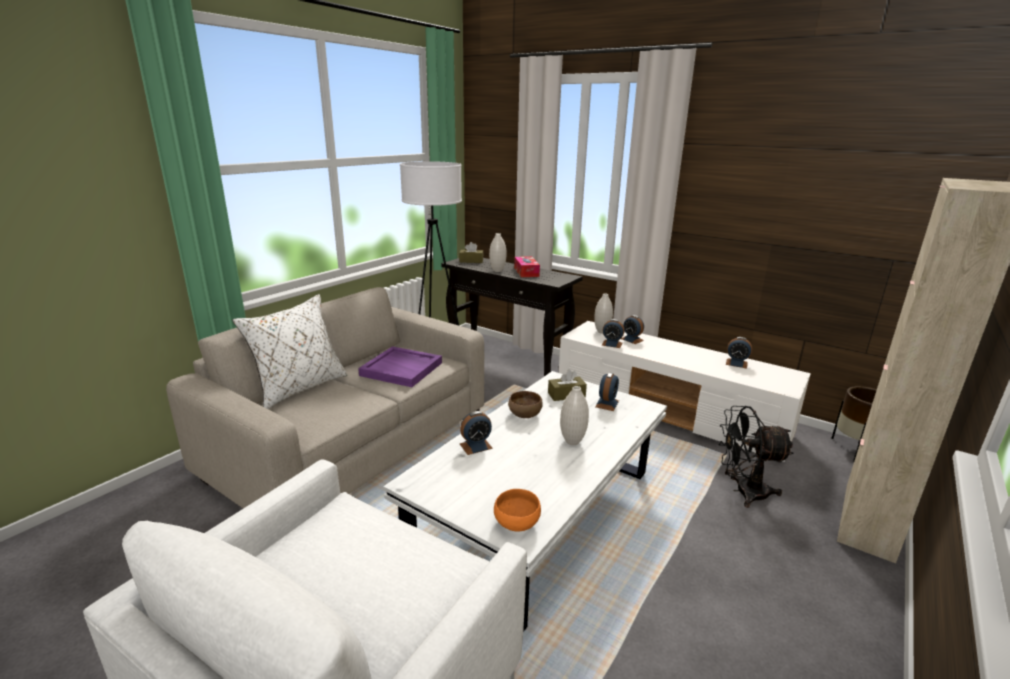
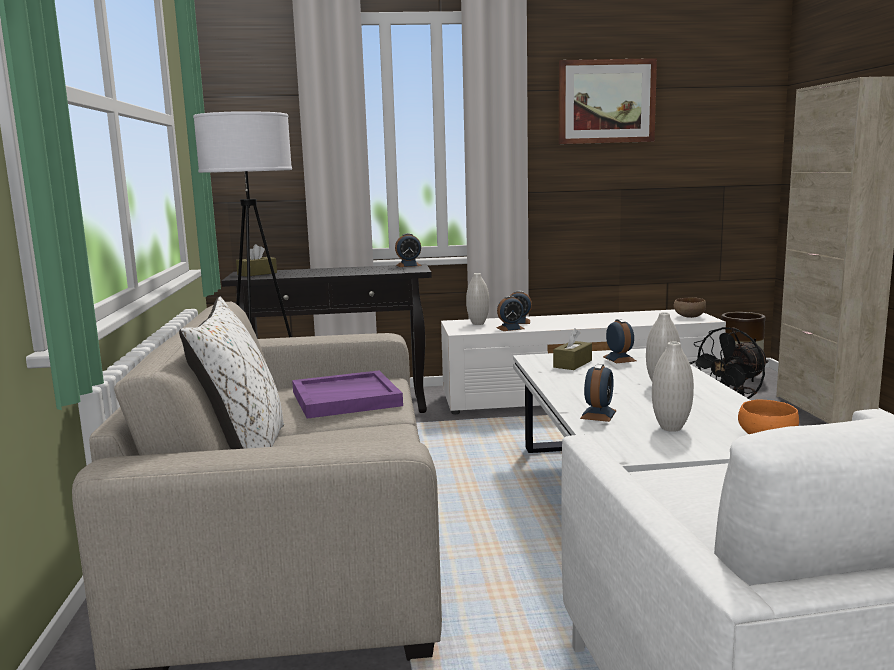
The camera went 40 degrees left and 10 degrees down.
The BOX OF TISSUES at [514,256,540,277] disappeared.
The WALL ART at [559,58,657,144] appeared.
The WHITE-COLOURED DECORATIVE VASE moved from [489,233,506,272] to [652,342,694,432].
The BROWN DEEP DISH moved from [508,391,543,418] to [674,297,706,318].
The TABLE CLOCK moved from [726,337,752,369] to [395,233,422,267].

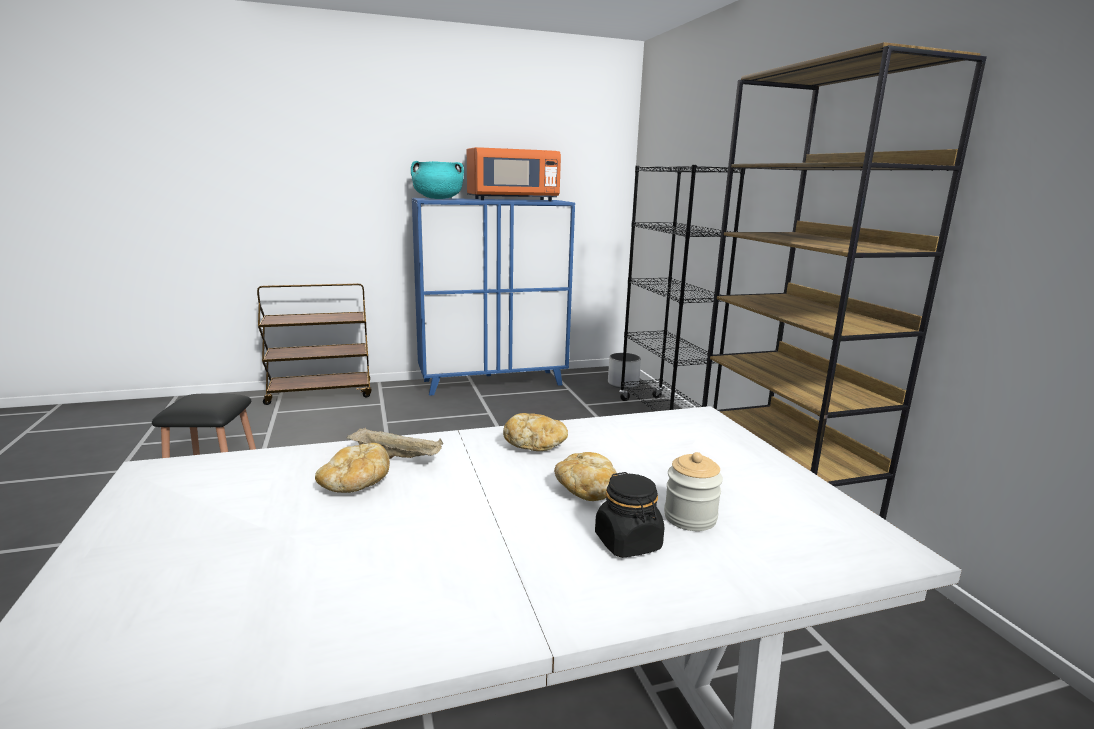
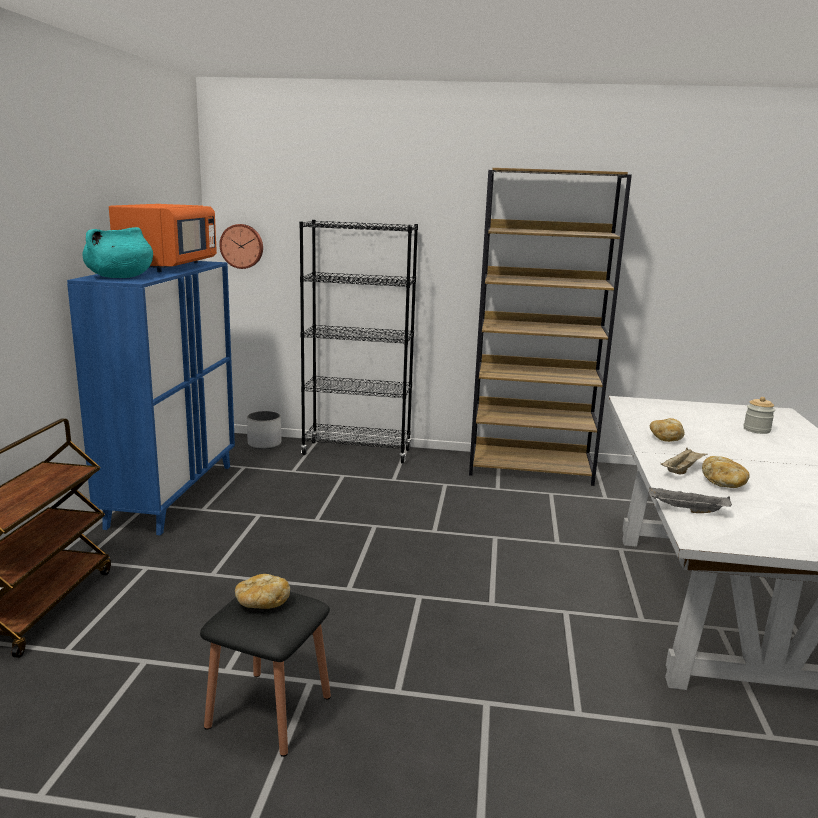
The camera went 65 degrees left and 0 degrees up.
The BLACKISH PRESERVE JAR at [595,472,664,558] disappeared.
The HANGING CLOCK at [219,224,263,269] appeared.
The GRAY SERVING TRAY at [649,487,732,513] appeared.
The BAKED BREAD moved from [554,452,617,501] to [235,574,290,609].

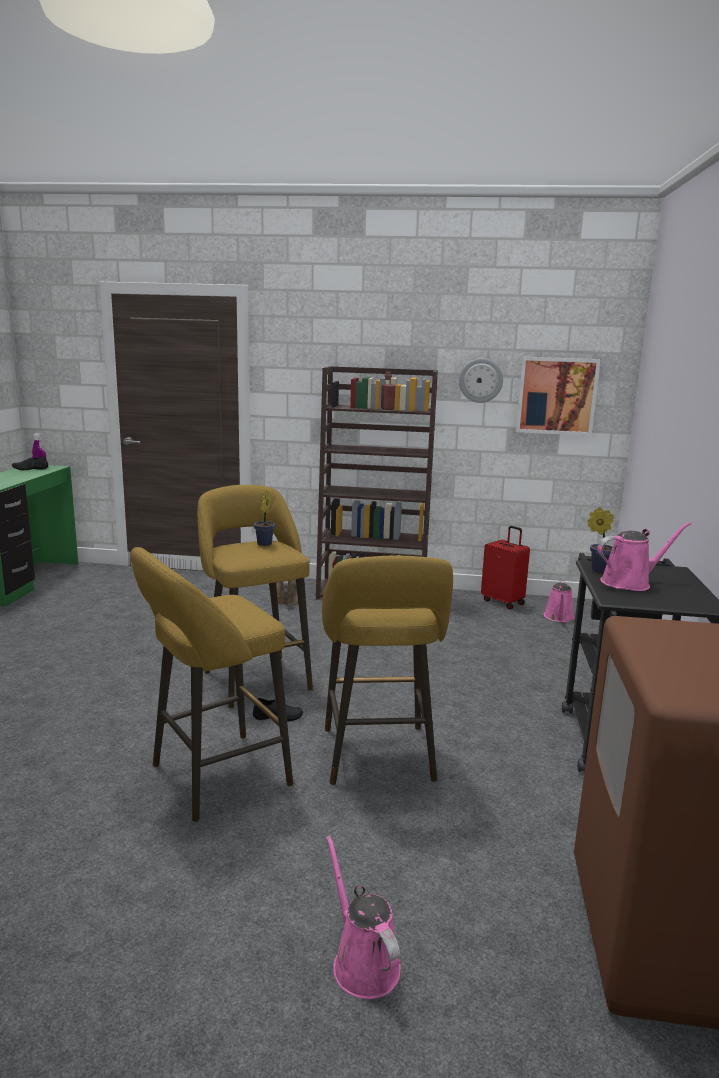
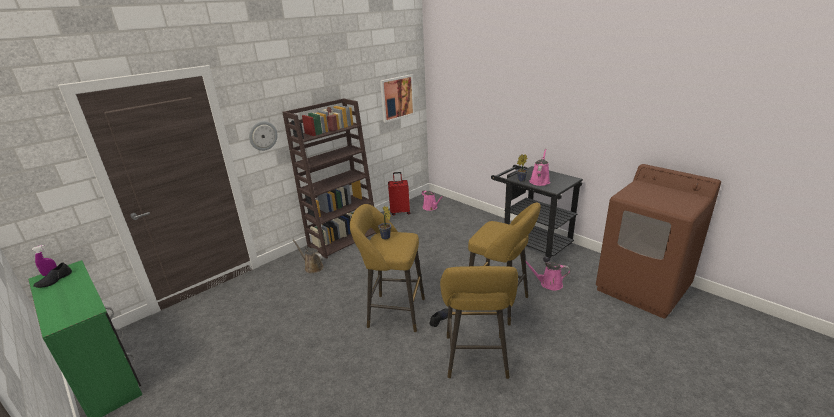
The camera went 50 degrees left and 10 degrees up.
The PINKISH WATERING POT moved from [326,835,401,999] to [526,261,570,291].
The HANGING CLOCK moved from [459,358,503,403] to [249,121,278,151].

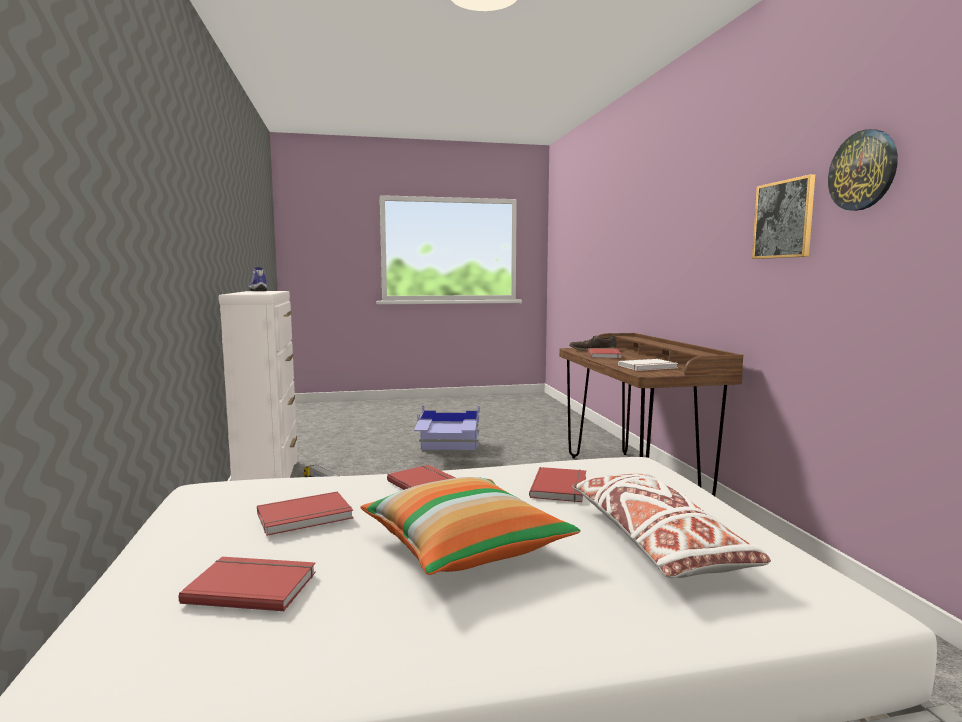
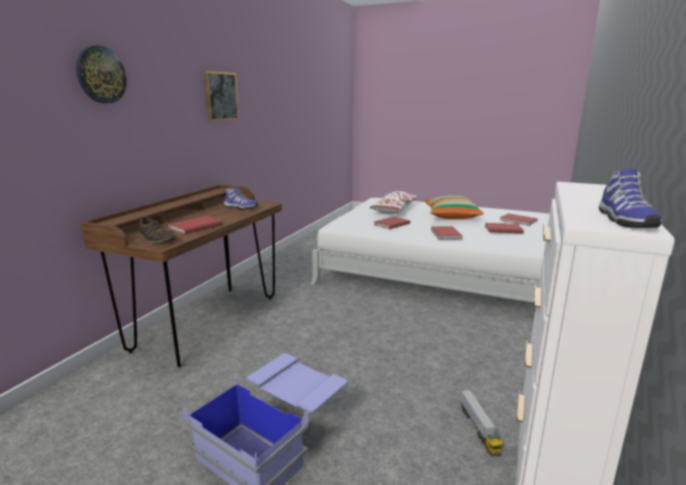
The camera went 145 degrees left and 10 degrees up.
The HANGING CLOCK moved from [828,129,898,211] to [76,46,127,103].
The WHITE-COLOURED BOUND BOOK at [618,359,678,371] was replaced by the LOW SHOE at [224,187,258,210].

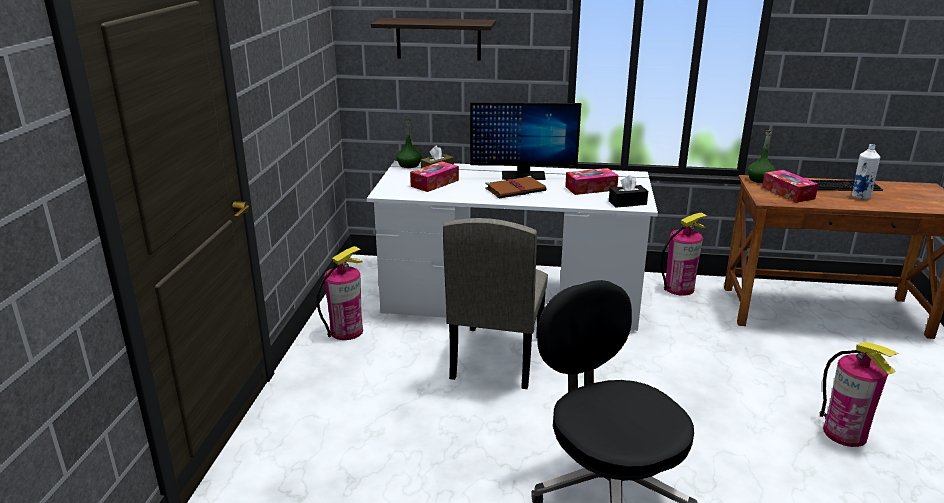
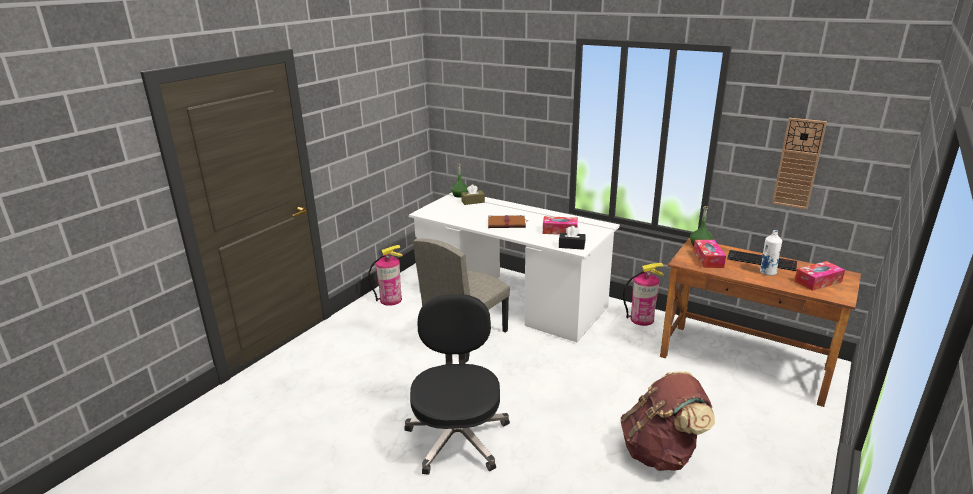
The camera went 25 degrees right and 0 degrees up.
The WALL SHELF at [371,18,496,61] disappeared.
The COMPUTER SCREEN at [470,102,581,180] disappeared.
The HANGING CLOCK at [772,118,827,209] appeared.
The BOX OF TISSUES moved from [410,161,459,192] to [794,261,845,291].
The FIRE EXTINGUISHER at [820,342,898,447] was replaced by the BROWN BACKPACK at [620,371,715,471].

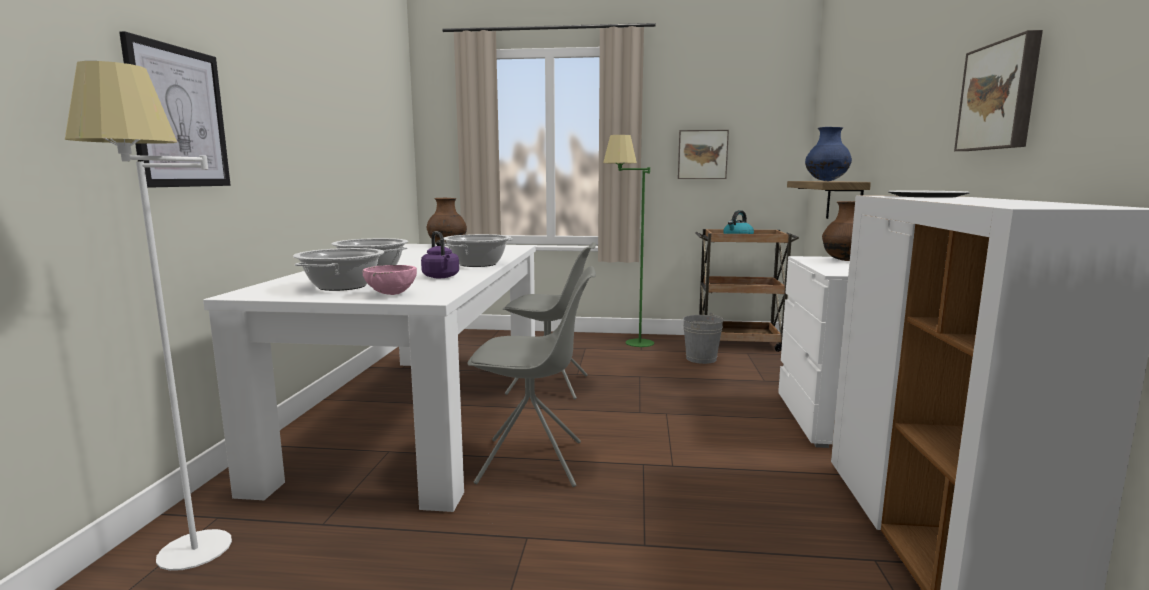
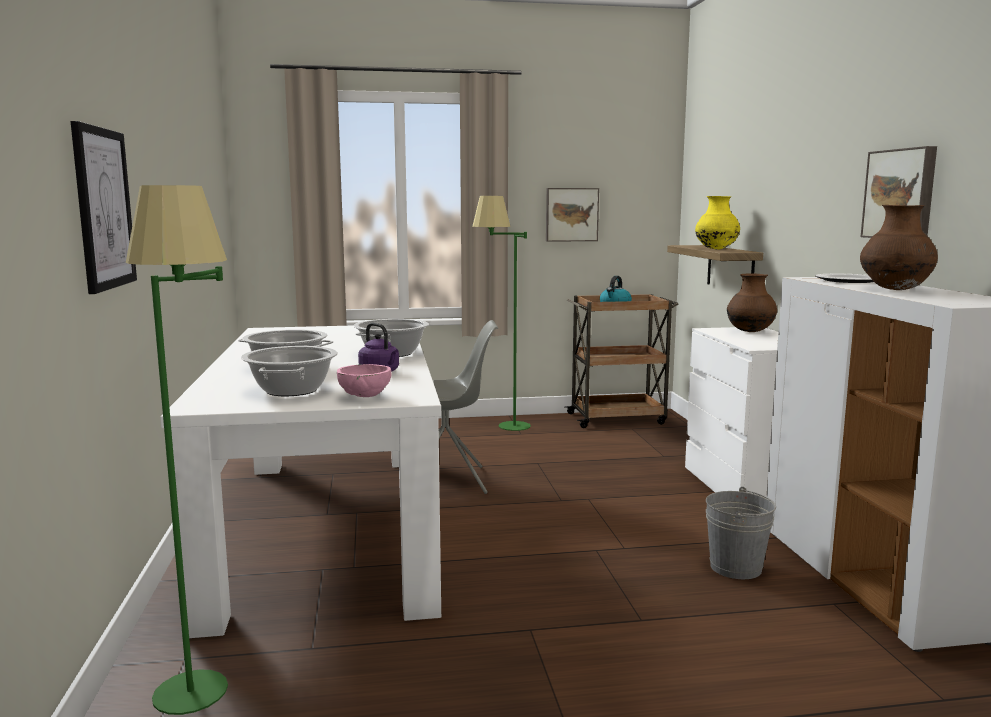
The camera went 15 degrees left and 0 degrees up.
The GRAY PLAIN CHAIR at [467,266,596,487] disappeared.
The BROWN DECORATIVE VASE moved from [427,198,467,243] to [860,205,938,290].
The GRAY WATER BUCKET moved from [683,313,724,364] to [706,486,776,579].
The WHITE-COLOURED FLOOR LAMP at [65,61,232,571] became the GREEN FLOOR LAMP at [126,185,228,715].
The BLUE-COLOURED DECORATIVE VASE at [805,127,852,181] became the YELLOW DECORATIVE VASE at [695,196,740,250].

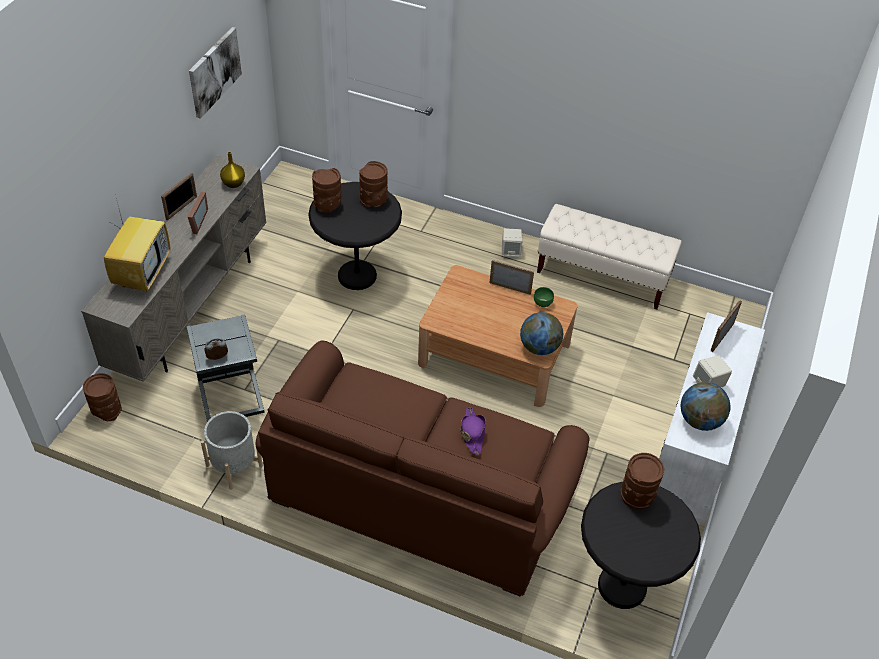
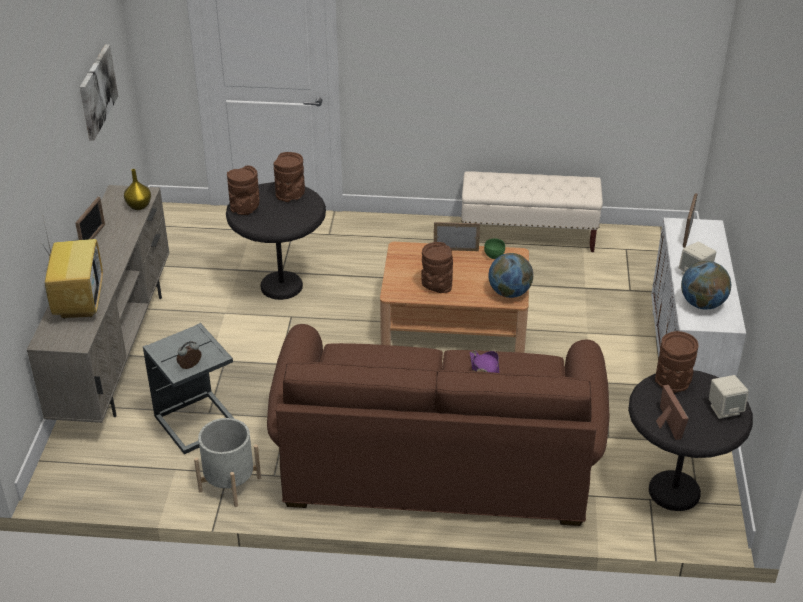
The camera went 15 degrees left and 10 degrees down.
The BROWN DECORATIVE VASE moved from [83,373,122,421] to [422,242,453,293].
The STANDING FRAME moved from [188,192,208,234] to [656,385,689,440].
The BEIGE SPEAKER moved from [502,228,522,257] to [709,375,749,419].

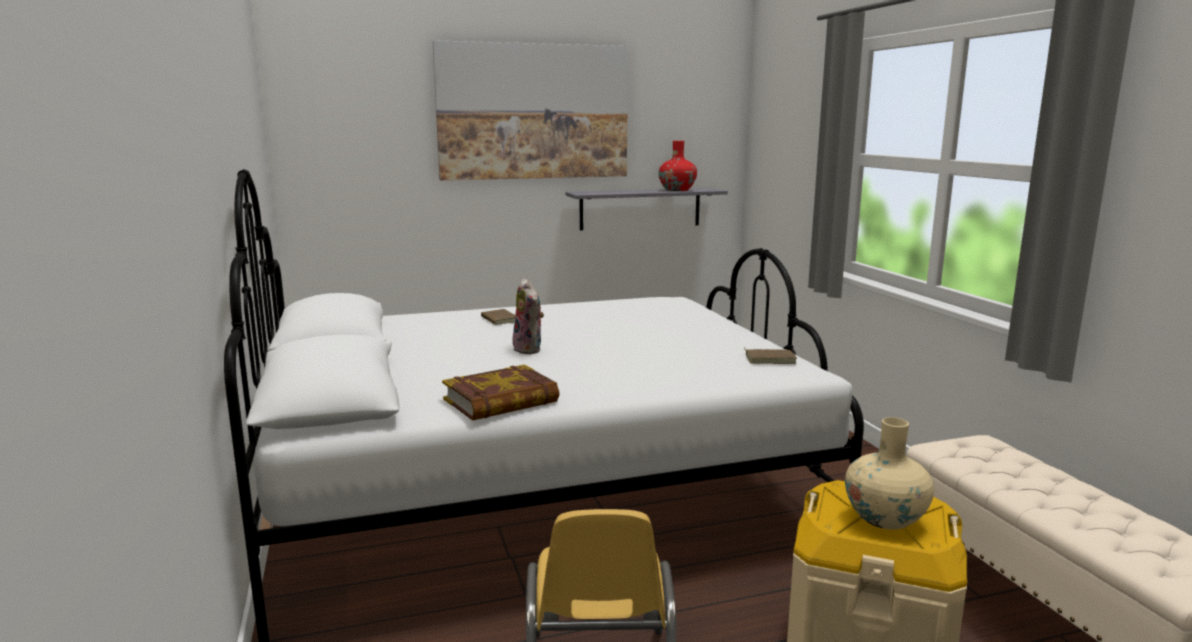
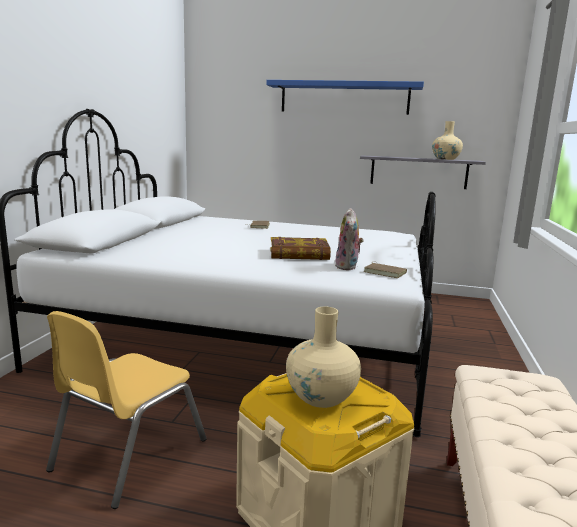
The camera went 30 degrees right and 0 degrees up.
The BOUND BOOK moved from [442,364,559,421] to [271,237,331,260].
The SOFT TOY moved from [513,278,544,354] to [335,208,364,270].
The WALL ART at [433,40,628,180] was replaced by the BLUE-COLOURED WALL SHELF at [266,80,424,115].
The RED DECORATIVE VASE at [658,141,697,191] became the BEIGE DECORATIVE VASE at [432,121,463,160].

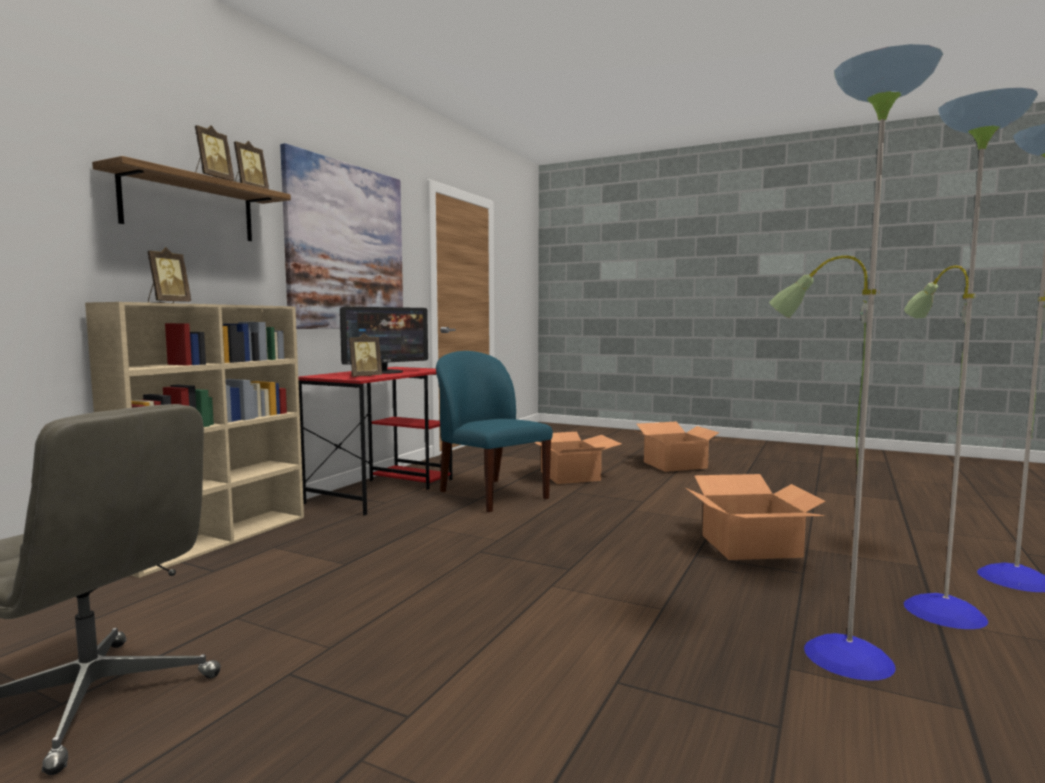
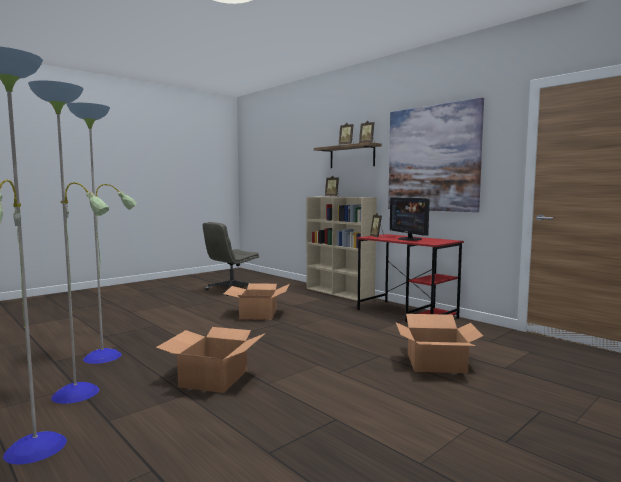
The camera went 110 degrees right and 0 degrees up.
The BLUE-COLOURED PLAIN CHAIR at [436,351,553,512] disappeared.
The CARTON moved from [633,422,720,472] to [224,283,290,320].

